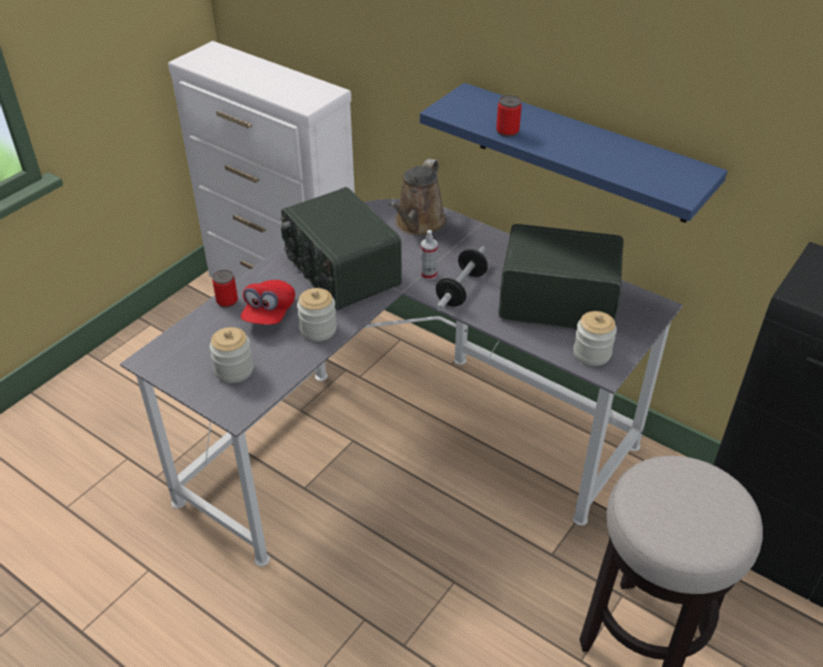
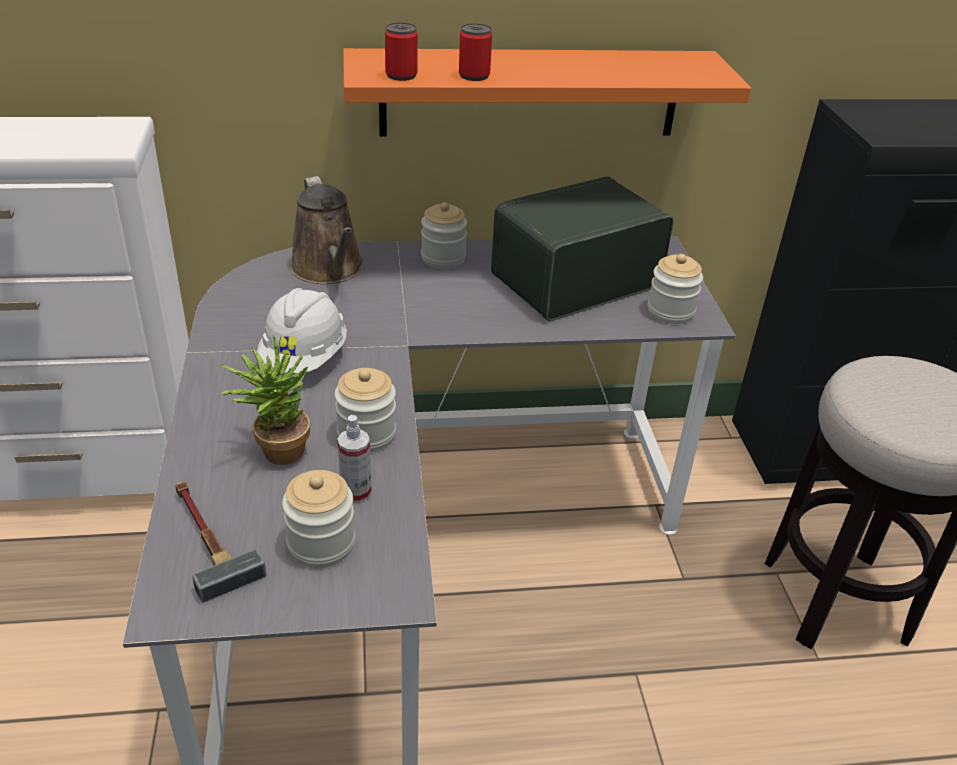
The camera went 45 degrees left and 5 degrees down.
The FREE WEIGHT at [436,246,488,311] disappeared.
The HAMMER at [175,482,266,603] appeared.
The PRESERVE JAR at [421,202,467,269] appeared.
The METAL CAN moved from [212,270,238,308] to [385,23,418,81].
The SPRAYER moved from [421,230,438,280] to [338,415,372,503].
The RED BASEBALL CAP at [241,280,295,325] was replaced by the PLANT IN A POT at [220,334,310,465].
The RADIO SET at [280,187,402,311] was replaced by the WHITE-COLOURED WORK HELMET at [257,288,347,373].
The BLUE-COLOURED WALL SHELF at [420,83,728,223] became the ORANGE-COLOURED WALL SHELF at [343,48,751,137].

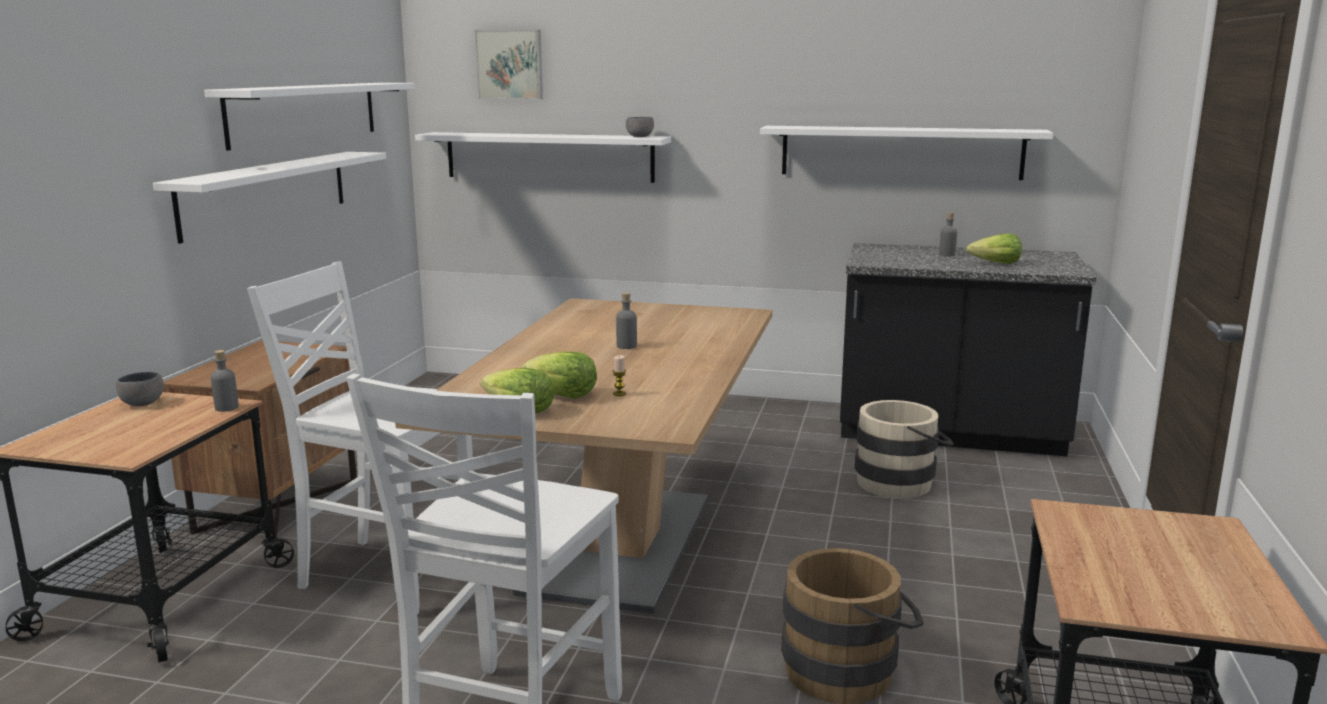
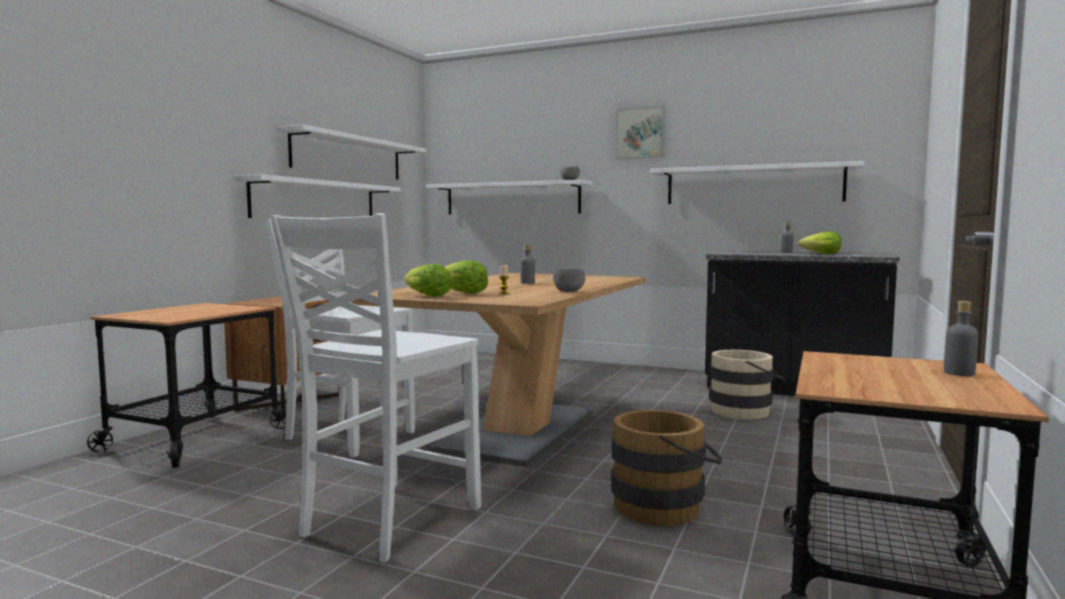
The camera went 10 degrees right and 10 degrees down.
The GRAY DEEP DISH moved from [116,372,164,406] to [553,269,585,292].
The GRAY BEVERAGE BOTTLE moved from [211,350,239,412] to [944,301,979,376].
The WALL ART moved from [475,30,543,99] to [616,106,665,159].

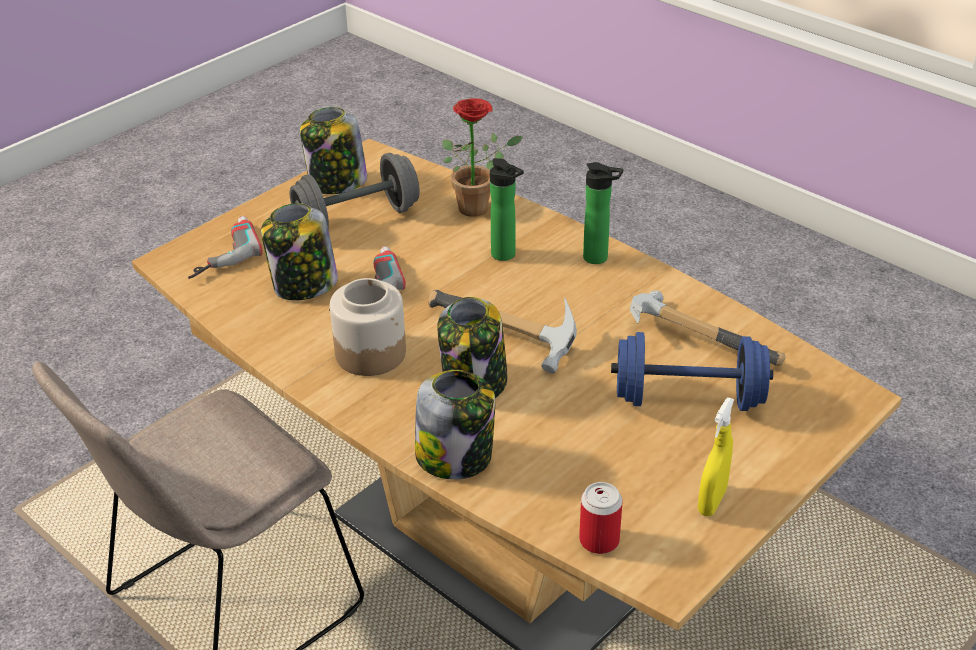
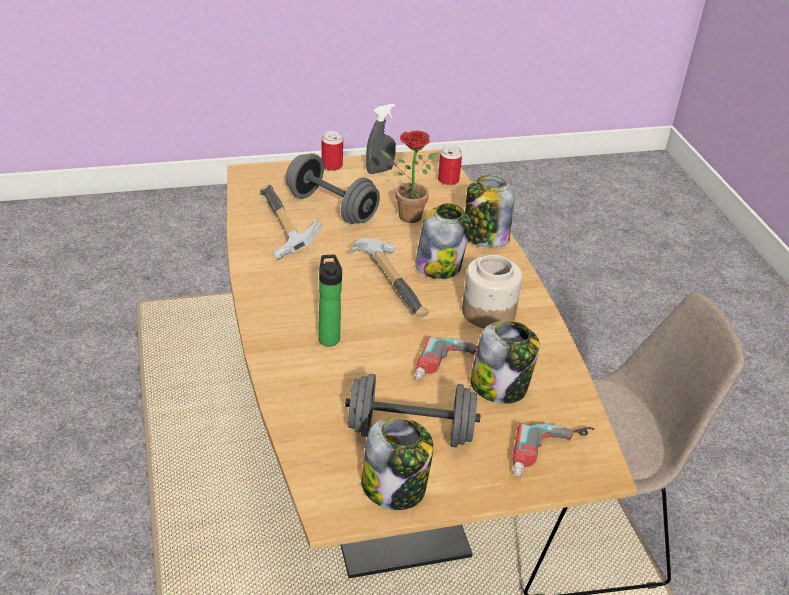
The camera went 150 degrees left and 0 degrees up.
The BEVERAGE BOTTLE at [583,162,623,264] disappeared.
The METAL CAN at [321,131,343,171] appeared.
The PLANT IN A POT moved from [442,98,523,217] to [381,131,436,223].
The BLUE-COLOURED FREE WEIGHT at [611,332,773,411] became the GRAY FREE WEIGHT at [286,153,380,224].
The YELLOW SPRAYER at [698,397,734,516] became the GRAY SPRAYER at [366,104,396,174].

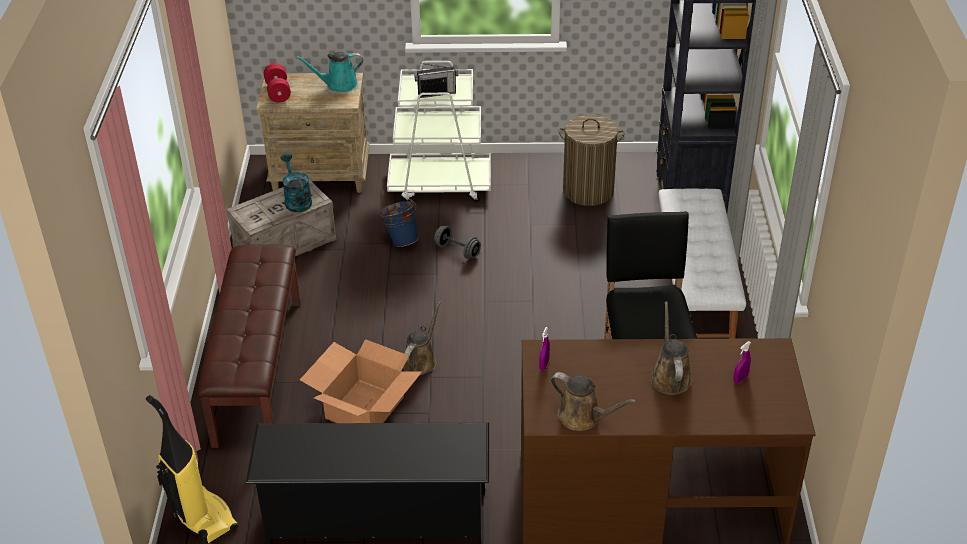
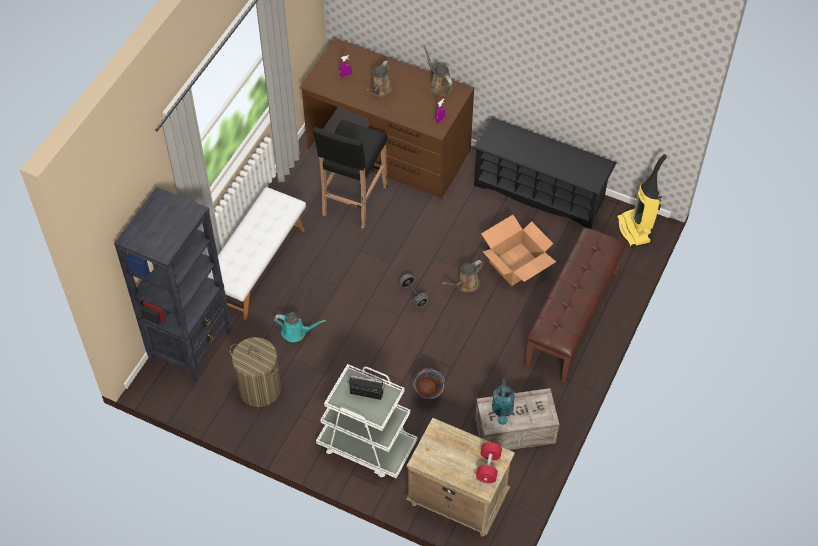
The camera went 155 degrees left and 15 degrees up.
The TURQUOISE-COLOURED WATERING POT moved from [295,52,363,92] to [274,312,326,342].
The GRAY FREE WEIGHT moved from [434,226,481,259] to [399,274,428,308].

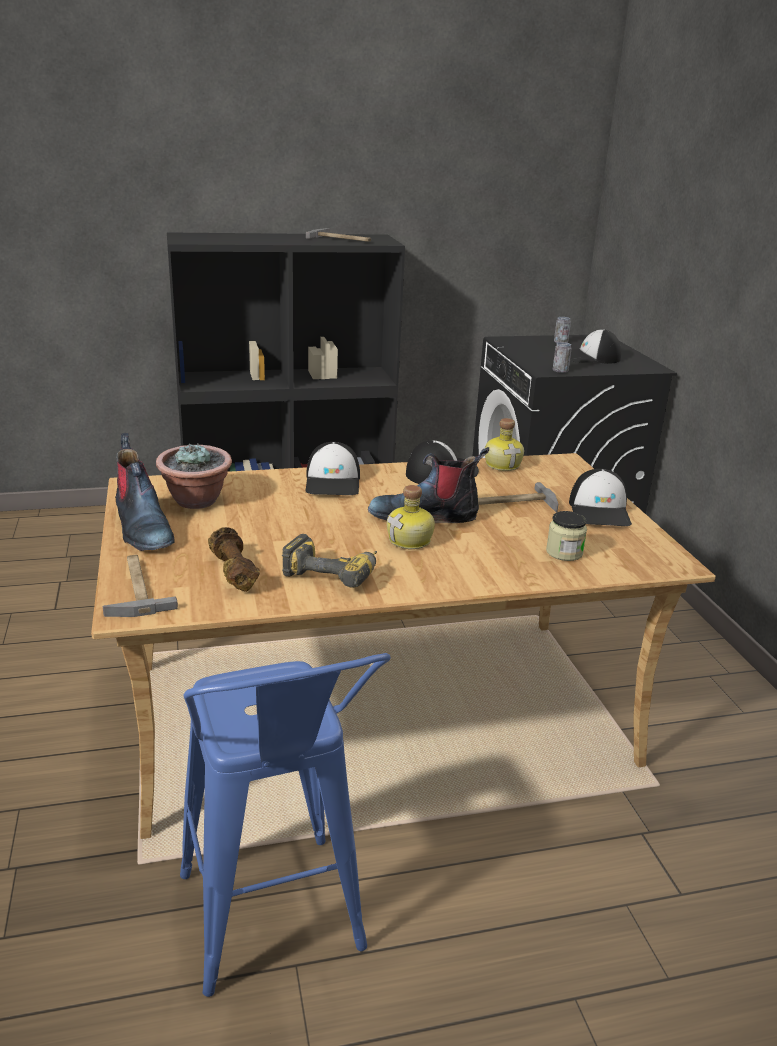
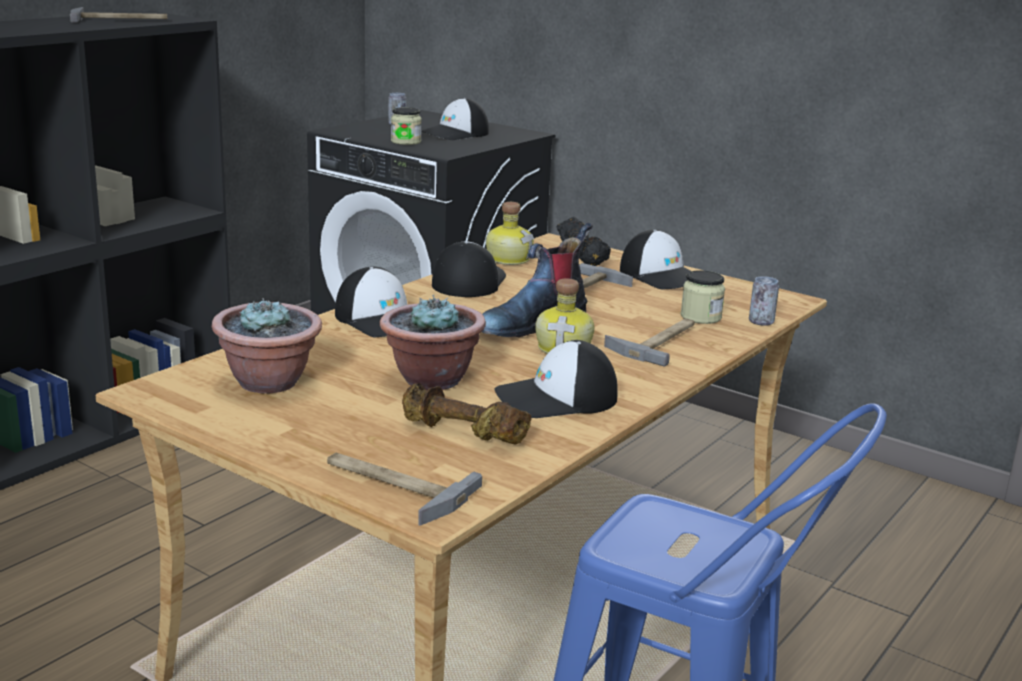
The camera went 40 degrees left and 5 degrees down.
The BOOT at [115,433,175,551] disappeared.
The PLANT IN A POT at [380,295,486,390] appeared.
The PRESERVE JAR at [391,107,422,145] appeared.
The BLACKISH FREE WEIGHT at [557,217,611,266] appeared.
The HAMMER at [604,318,695,367] appeared.
The METAL CAN moved from [553,342,572,373] to [749,276,779,326].
The POWER DRILL at [282,534,377,588] was replaced by the BASEBALL CAP at [495,340,618,418].

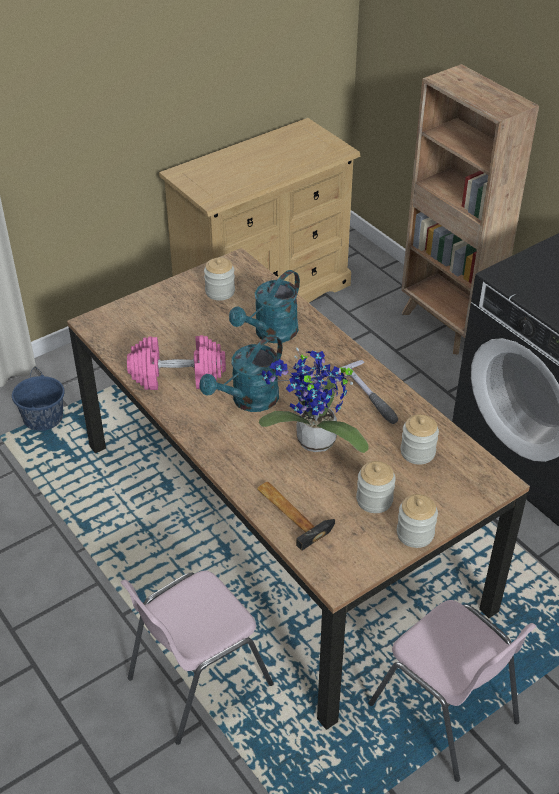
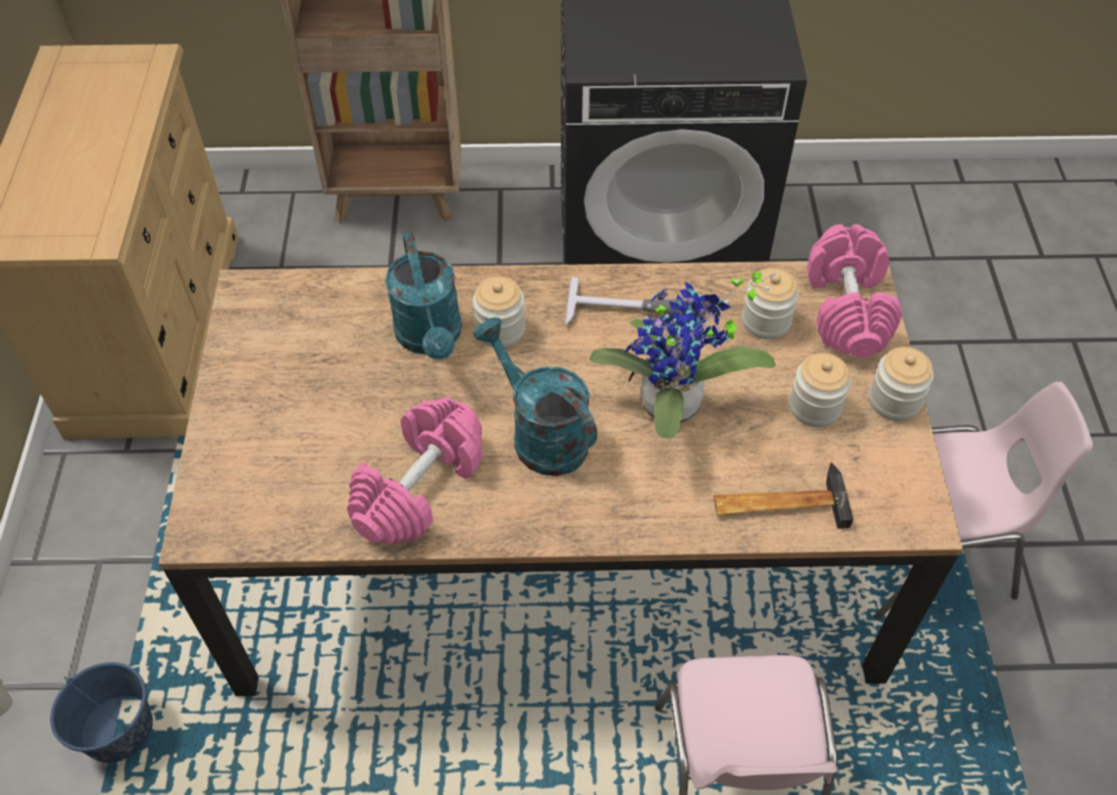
The camera went 55 degrees left and 10 degrees up.
The PINKISH FREE WEIGHT at [807,224,902,358] appeared.
The PRESERVE JAR moved from [204,257,235,300] to [473,277,525,348].
The TURQUOISE-COLOURED WATERING POT at [200,335,283,412] turned 150 degrees clockwise.

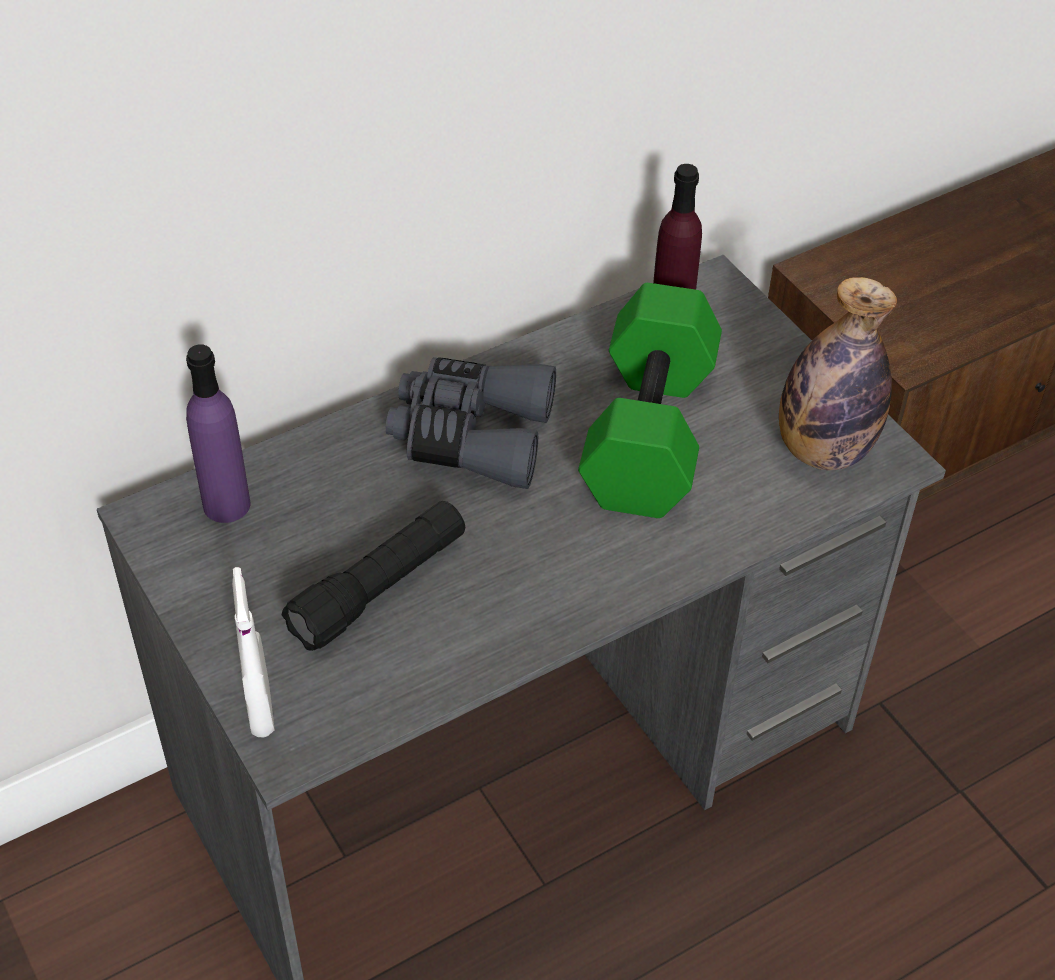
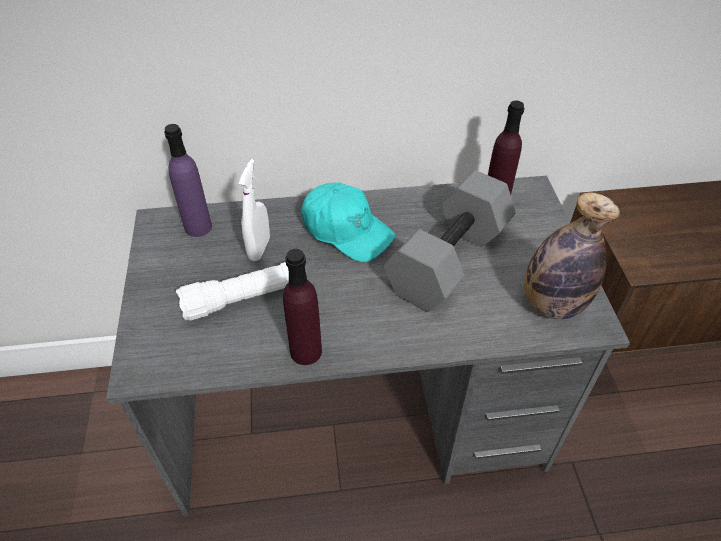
The camera went 25 degrees right and 0 degrees up.
The PURPLISH BEVERAGE BOTTLE at [283,249,322,365] appeared.
The WHITE-COLOURED SPRAYER moved from [232,567,275,737] to [239,159,270,261].
The GRAY BINOCULARS at [386,357,556,489] was replaced by the TURQUOISE-COLOURED BASEBALL CAP at [301,182,395,262].
The BLACKISH FLASHLIGHT at [282,501,465,651] became the WHITE-COLOURED FLASHLIGHT at [176,262,289,321].
The GREEN FREE WEIGHT at [578,283,722,518] became the GRAY FREE WEIGHT at [384,170,516,312].

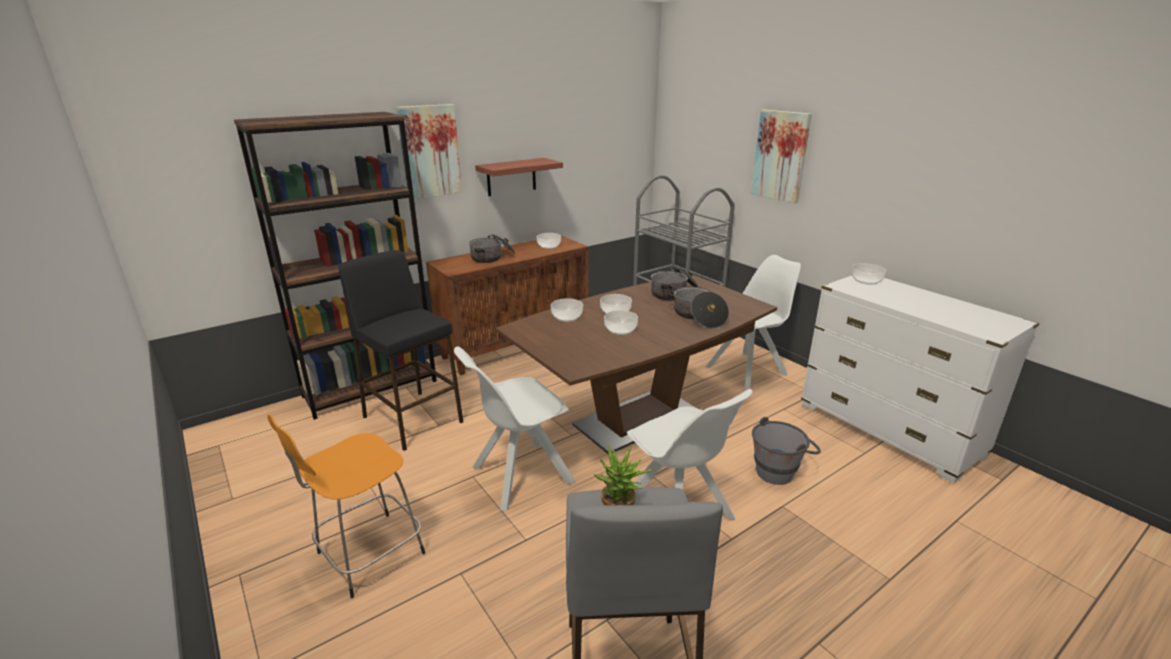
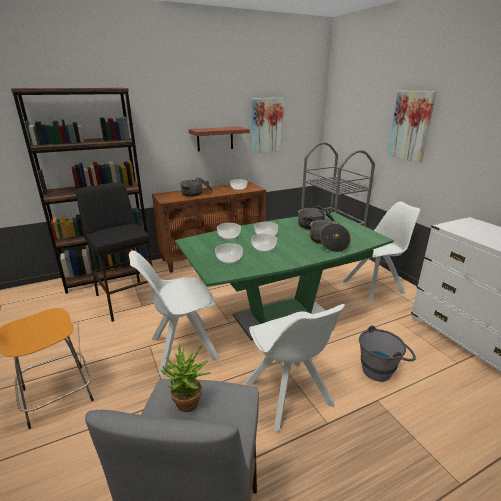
The camera went 10 degrees right and 0 degrees up.
The WALL ART moved from [396,104,462,199] to [252,98,284,154].
The DEEP DISH moved from [852,263,886,285] to [215,243,243,264].
The BROWN DINING TABLE at [496,274,777,455] became the GREEN DINING TABLE at [175,212,394,341].

